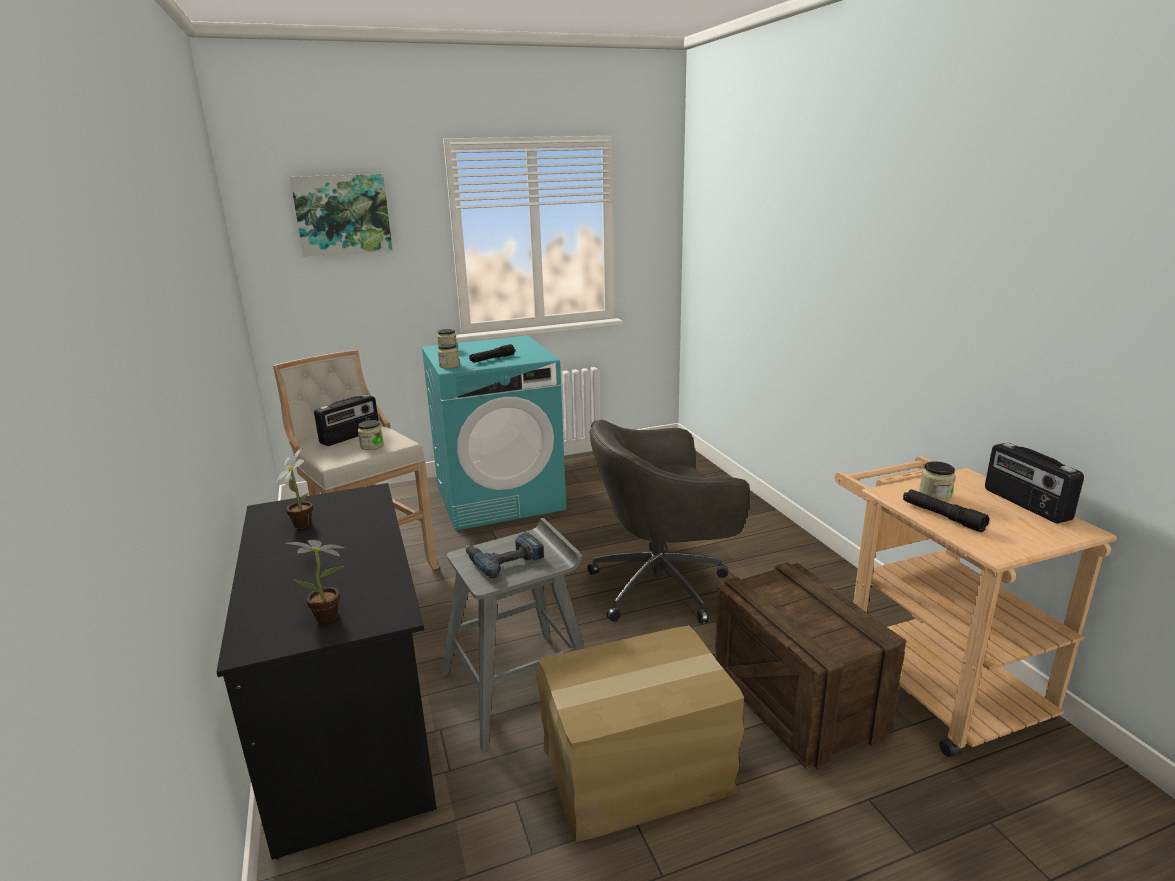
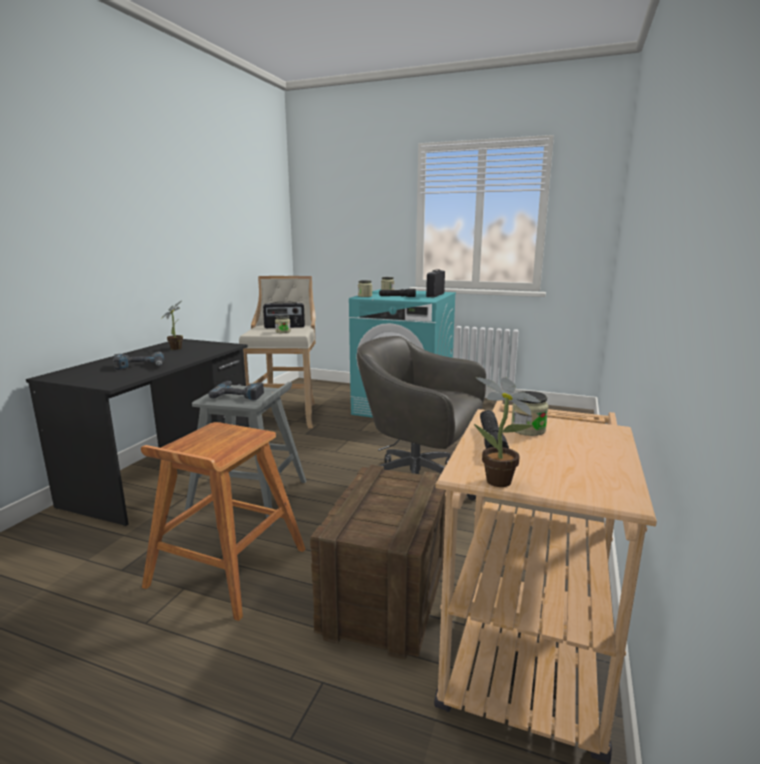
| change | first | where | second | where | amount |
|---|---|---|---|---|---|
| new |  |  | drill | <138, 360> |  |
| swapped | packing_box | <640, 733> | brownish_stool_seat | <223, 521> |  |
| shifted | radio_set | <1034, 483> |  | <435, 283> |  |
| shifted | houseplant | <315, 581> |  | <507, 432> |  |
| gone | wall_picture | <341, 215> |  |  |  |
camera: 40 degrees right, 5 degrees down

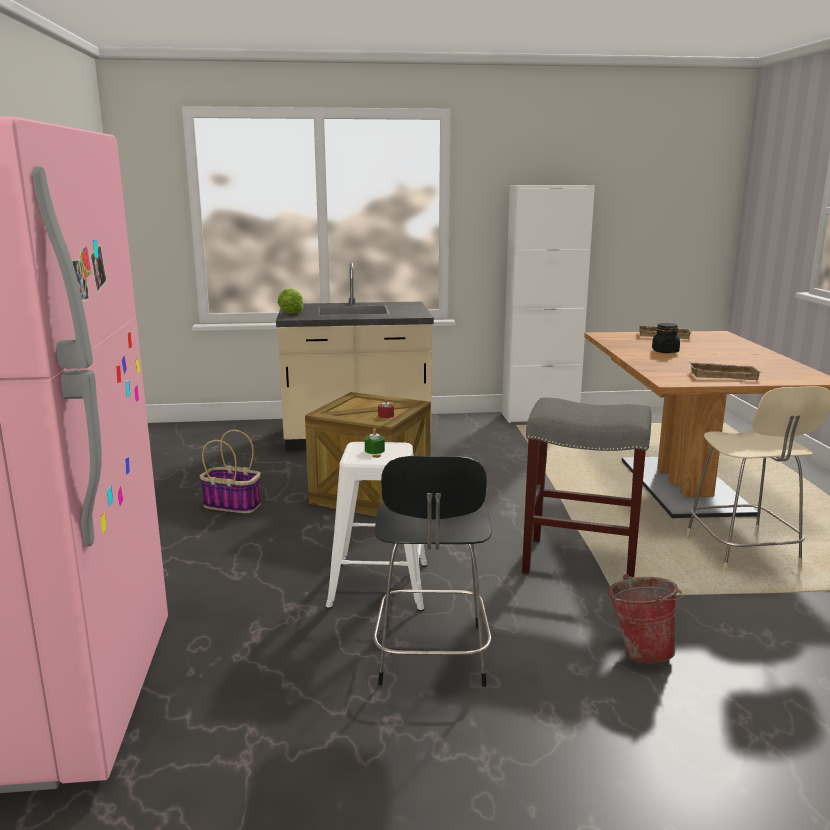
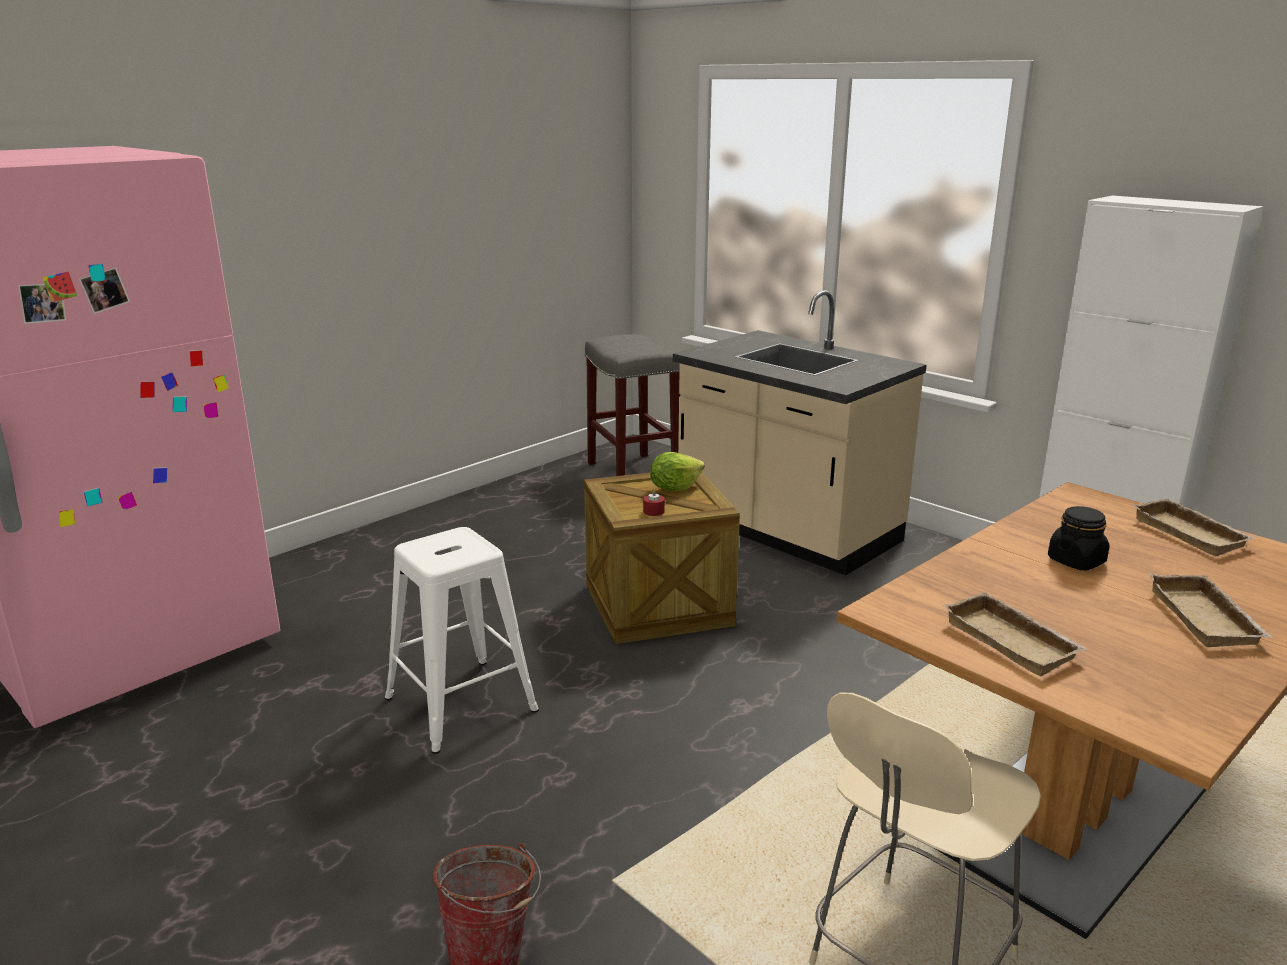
| change | first | where | second | where | amount |
|---|---|---|---|---|---|
| shifted | greyish_stool_seat | <586, 487> |  | <632, 405> |  |
| shifted | head_of_lettuce | <290, 301> |  | <677, 471> |  |
| new |  |  | beige-coloured_serving_tray | <1210, 610> |  |
| gone | basket | <230, 471> |  |  |  |
| gone | green-coloured_wax_light | <375, 441> |  |  |  |
| gone | black_plain_chair | <432, 571> |  |  |  |
camera: 50 degrees right, 5 degrees up

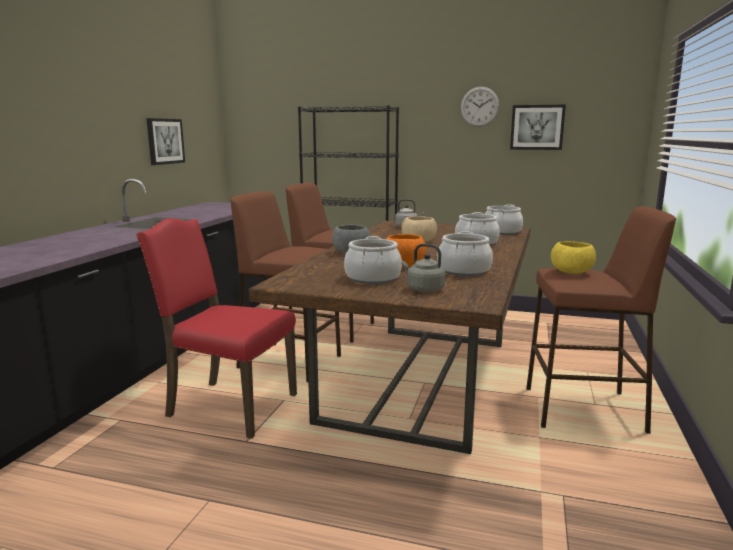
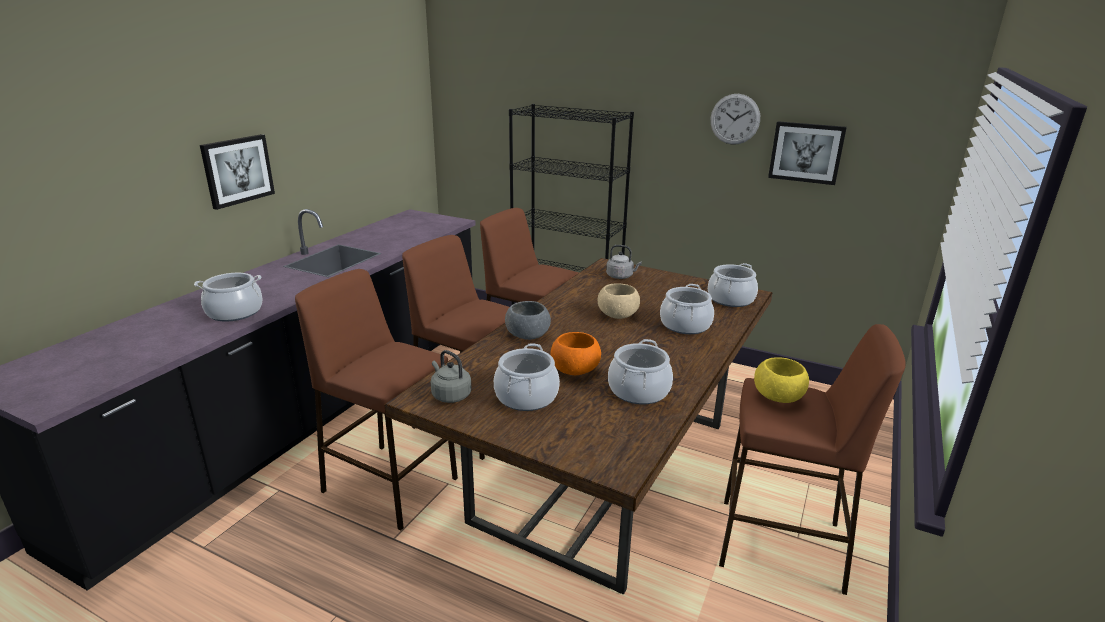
| change | first | where | second | where | amount |
|---|---|---|---|---|---|
| new |  |  | saucepot | <228, 297> |  |
| shifted | wall_picture | <165, 141> |  | <237, 172> |  |
| swapped | reddish_plain_chair | <216, 328> | brownish_stool_seat | <376, 399> |  |
| shifted | greyish_tea_kettle | <423, 268> |  | <451, 376> |  |
camera: 10 degrees right, 10 degrees up

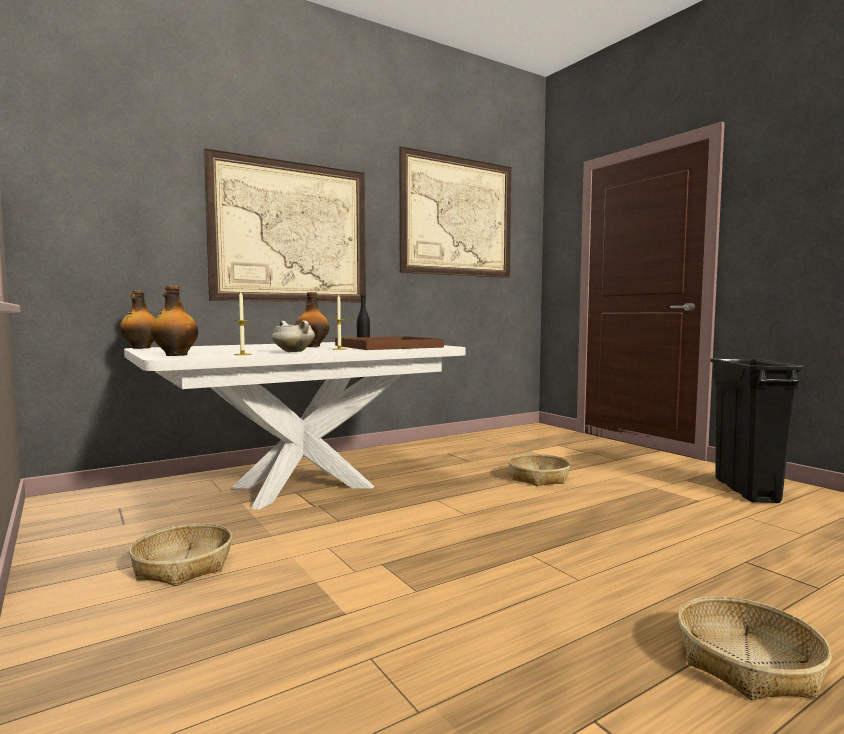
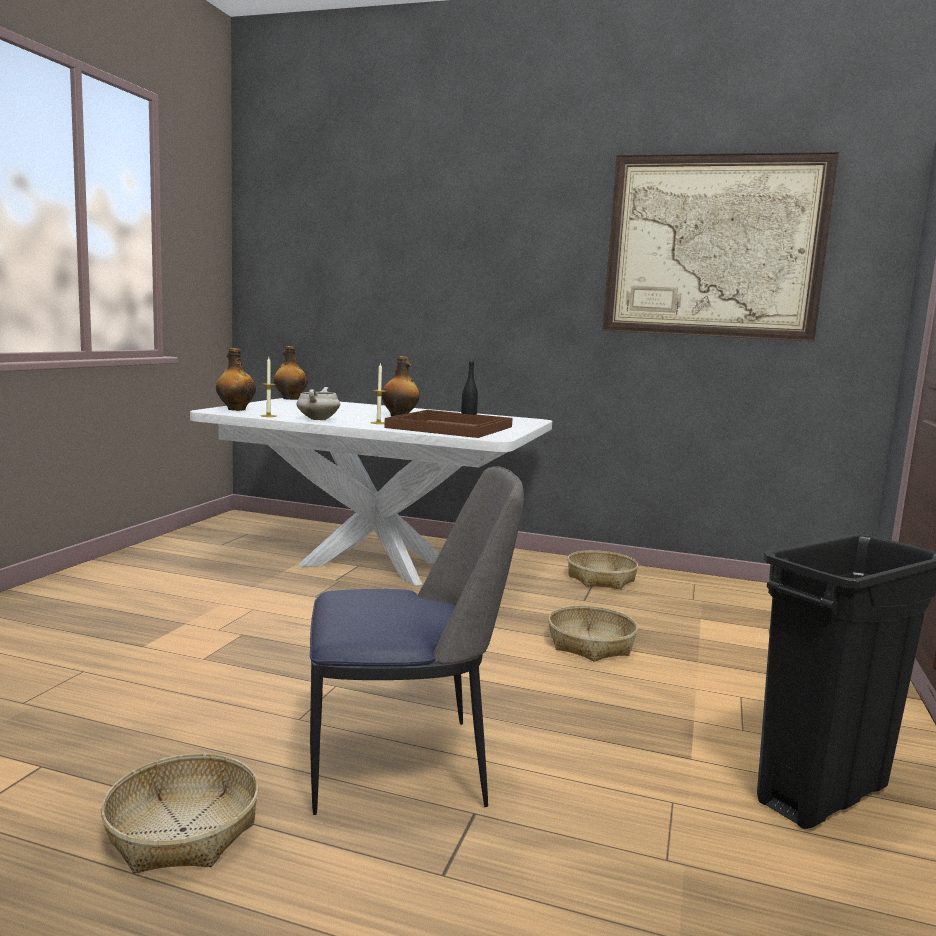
| change | first | where | second | where | amount |
|---|---|---|---|---|---|
| new |  |  | plain_chair | <417, 640> |  |
| shifted | basket | <180, 554> |  | <603, 569> |  |
| gone | wall_picture | <285, 225> |  |  |  |
camera: 50 degrees right, 5 degrees up

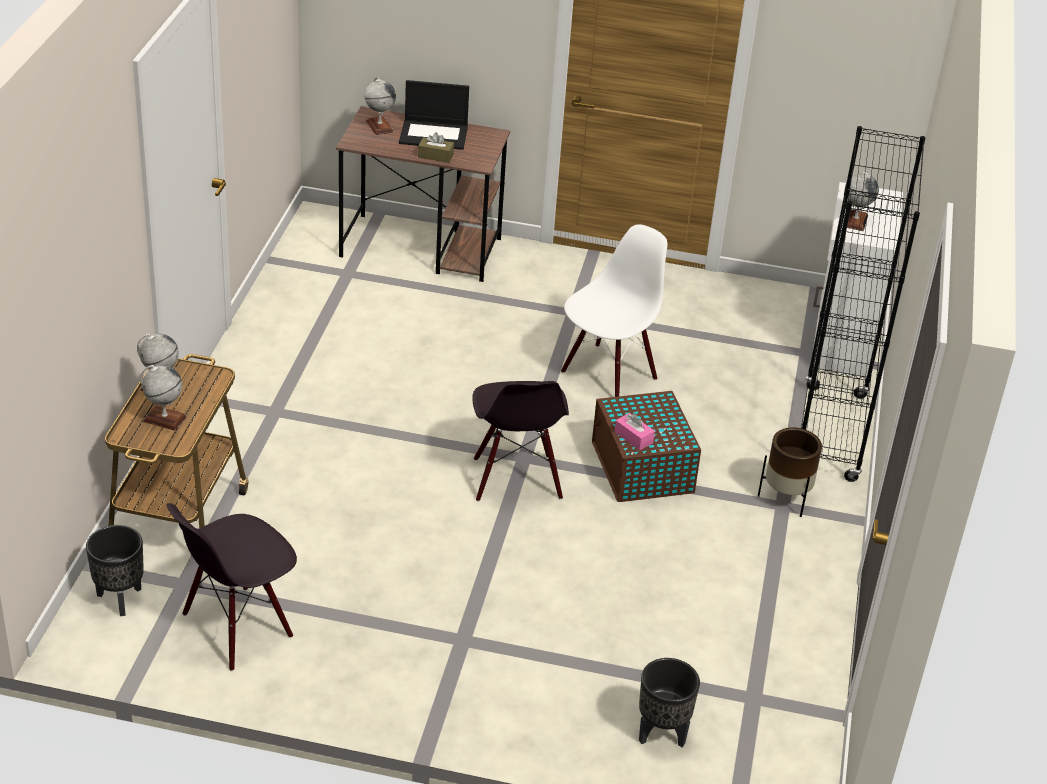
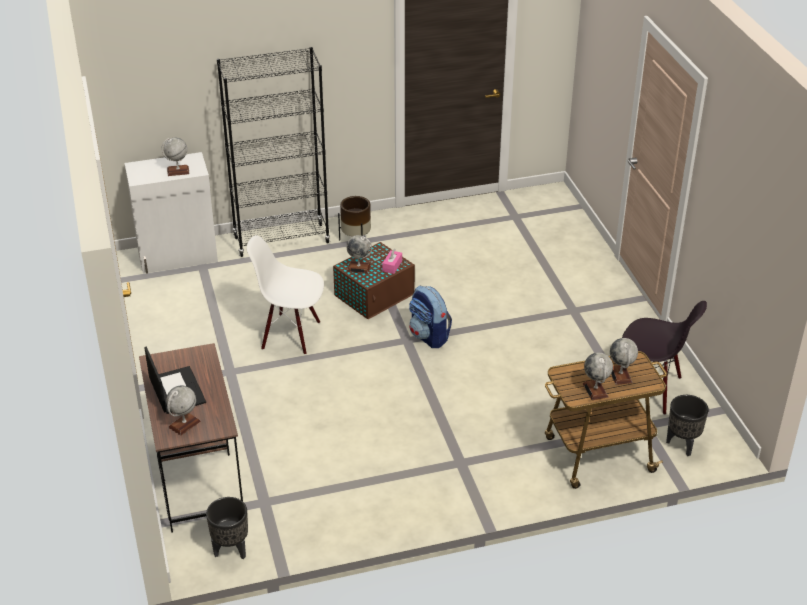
| change | first | where | second | where | amount |
|---|---|---|---|---|---|
| shifted | black_plant_pot | <669, 702> |  | <227, 528> |  |
| new |  |  | world_globe | <359, 254> |  |
| swapped | black_plain_chair | <520, 441> | rucksack | <430, 316> |  |
| gone | brownish_tissue_holder | <436, 147> |  |  |  |
camera: 115 degrees left, 0 degrees up

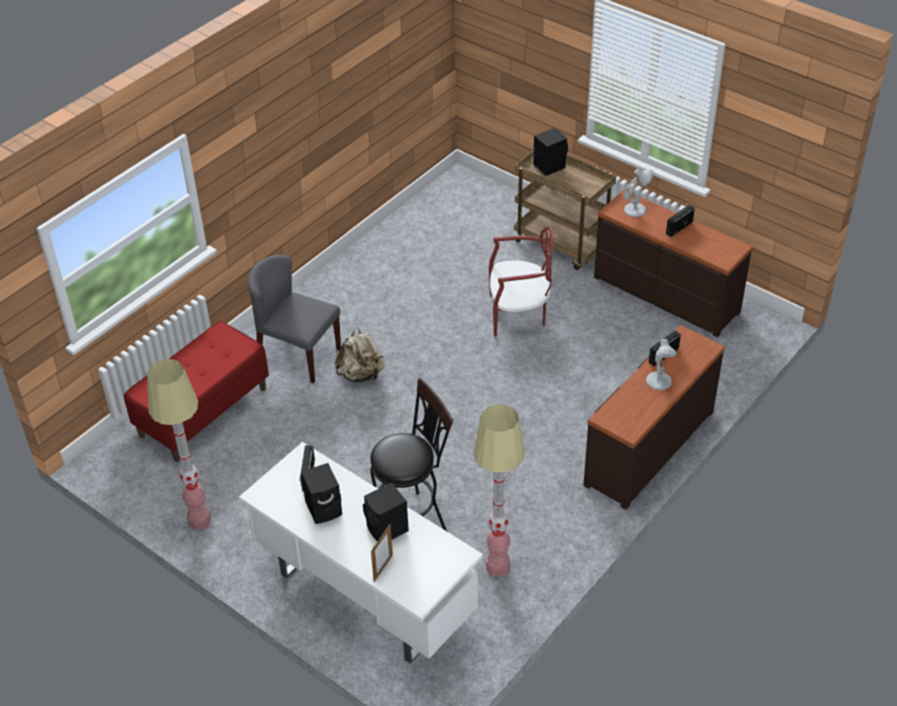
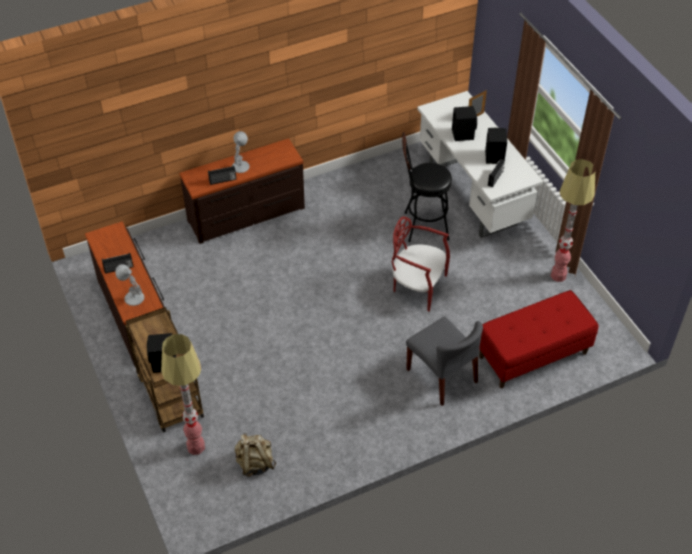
| change | first | where | second | where | amount |
|---|---|---|---|---|---|
| shifted | standing_lamp | <499, 490> |  | <183, 394> |  |
| shifted | beige-coloured_rucksack | <360, 355> |  | <255, 455> |  |
| shifted | reddish_plain_chair | <521, 281> |  | <421, 264> |  |
camera: 155 degrees left, 5 degrees up

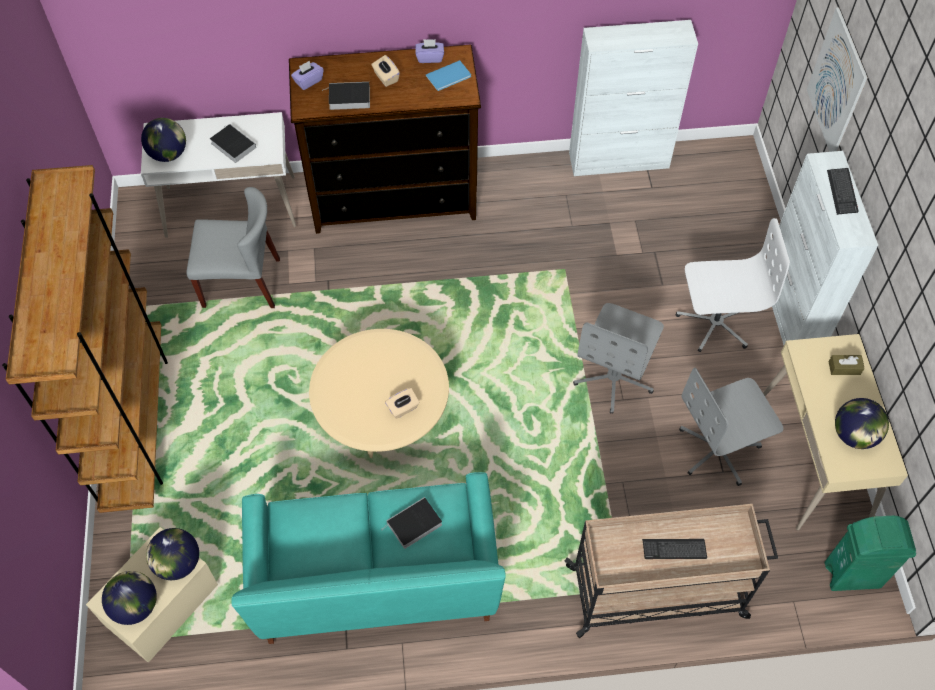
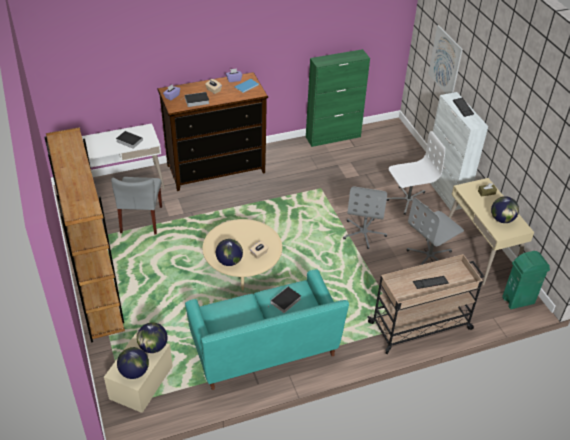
| change | first | where | second | where | amount |
|---|---|---|---|---|---|
| rotated | greyish_plain_chair | <233, 247> |  | <136, 206> | 105 degrees clockwise |
| shifted | world_globe | <163, 140> |  | <229, 252> |  |
| repainted | whitish_storage_cabinet | <633, 98> | green-coloured_storage_cabinet | <338, 98> |  |
camera: 15 degrees left, 15 degrees down

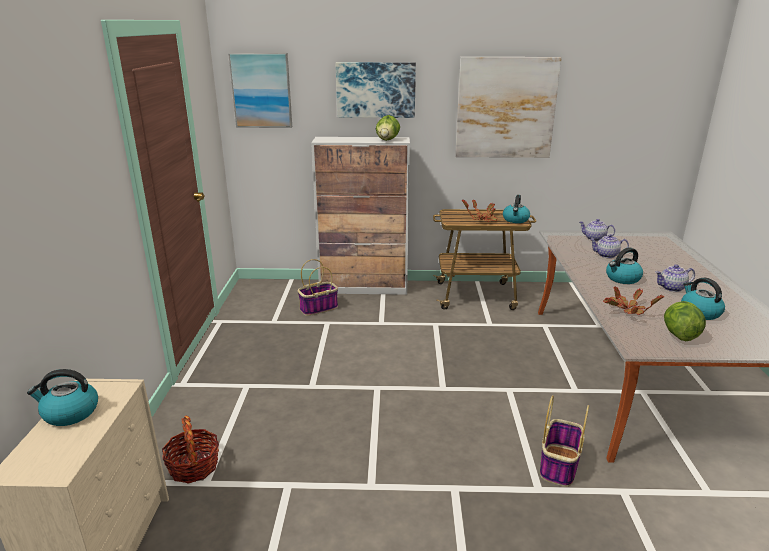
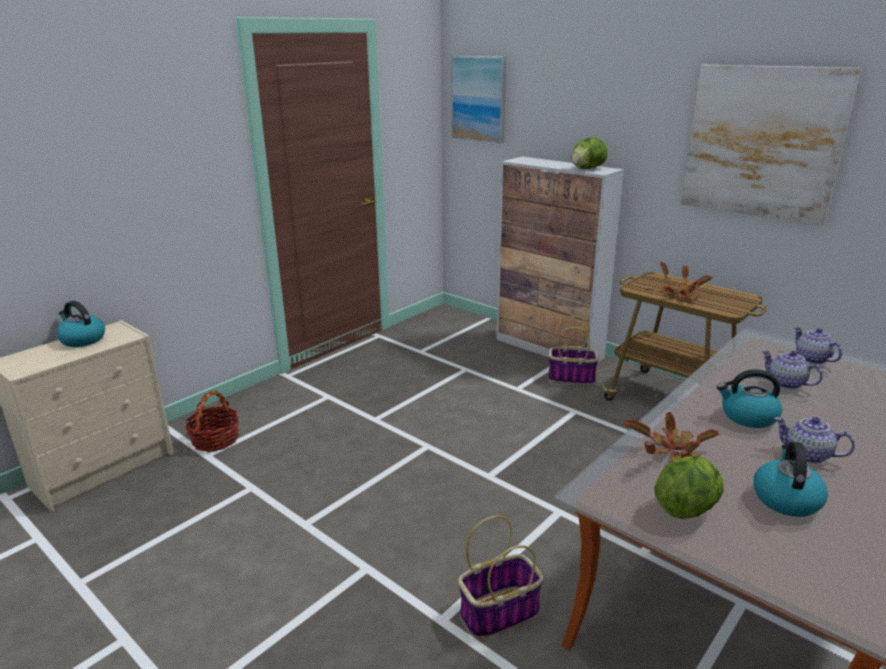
| change | first | where | second | where | amount |
|---|---|---|---|---|---|
| shifted | basket | <318, 287> |  | <573, 350> |  |
| gone | wall_picture | <376, 90> |  |  |  |
| gone | tea_kettle | <516, 209> |  |  |  |
camera: 40 degrees right, 0 degrees up

